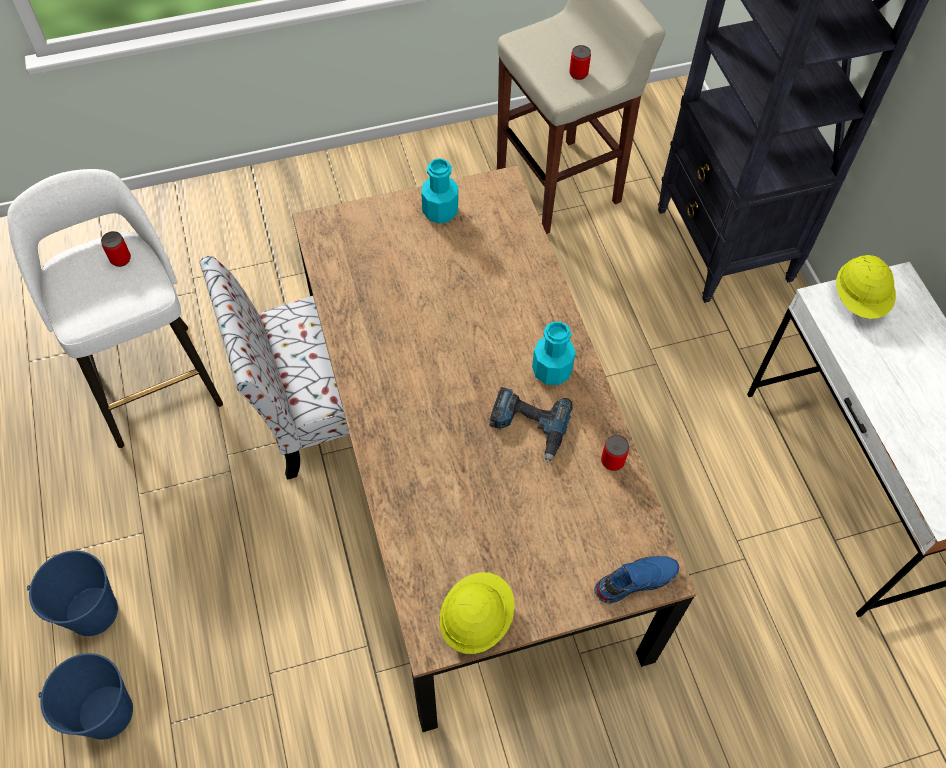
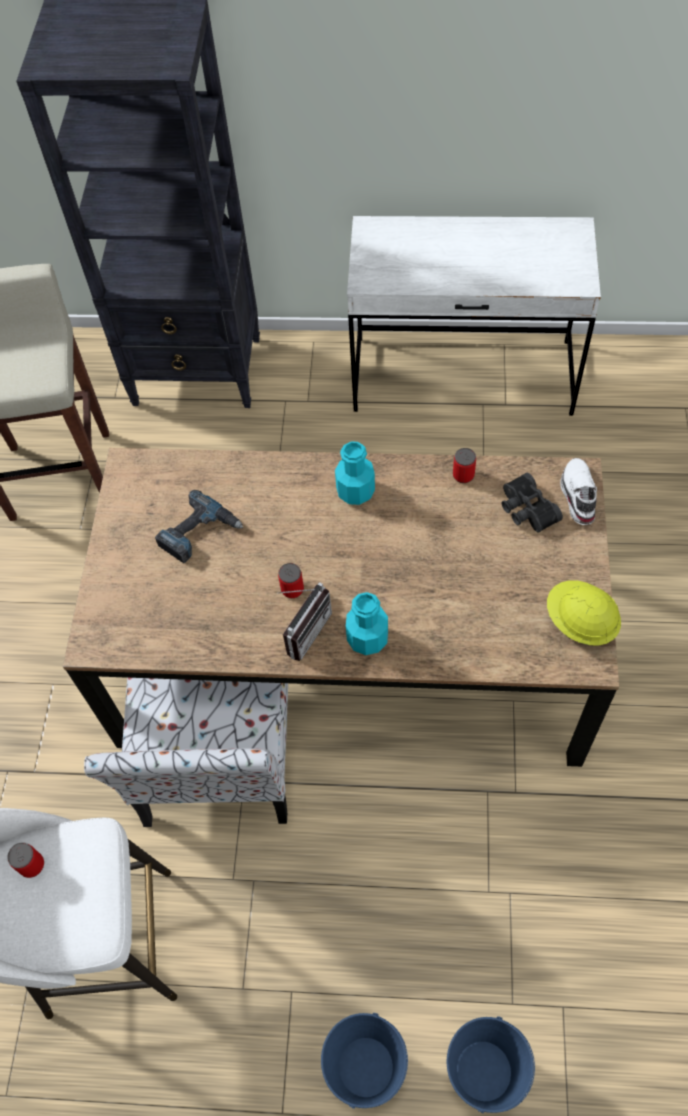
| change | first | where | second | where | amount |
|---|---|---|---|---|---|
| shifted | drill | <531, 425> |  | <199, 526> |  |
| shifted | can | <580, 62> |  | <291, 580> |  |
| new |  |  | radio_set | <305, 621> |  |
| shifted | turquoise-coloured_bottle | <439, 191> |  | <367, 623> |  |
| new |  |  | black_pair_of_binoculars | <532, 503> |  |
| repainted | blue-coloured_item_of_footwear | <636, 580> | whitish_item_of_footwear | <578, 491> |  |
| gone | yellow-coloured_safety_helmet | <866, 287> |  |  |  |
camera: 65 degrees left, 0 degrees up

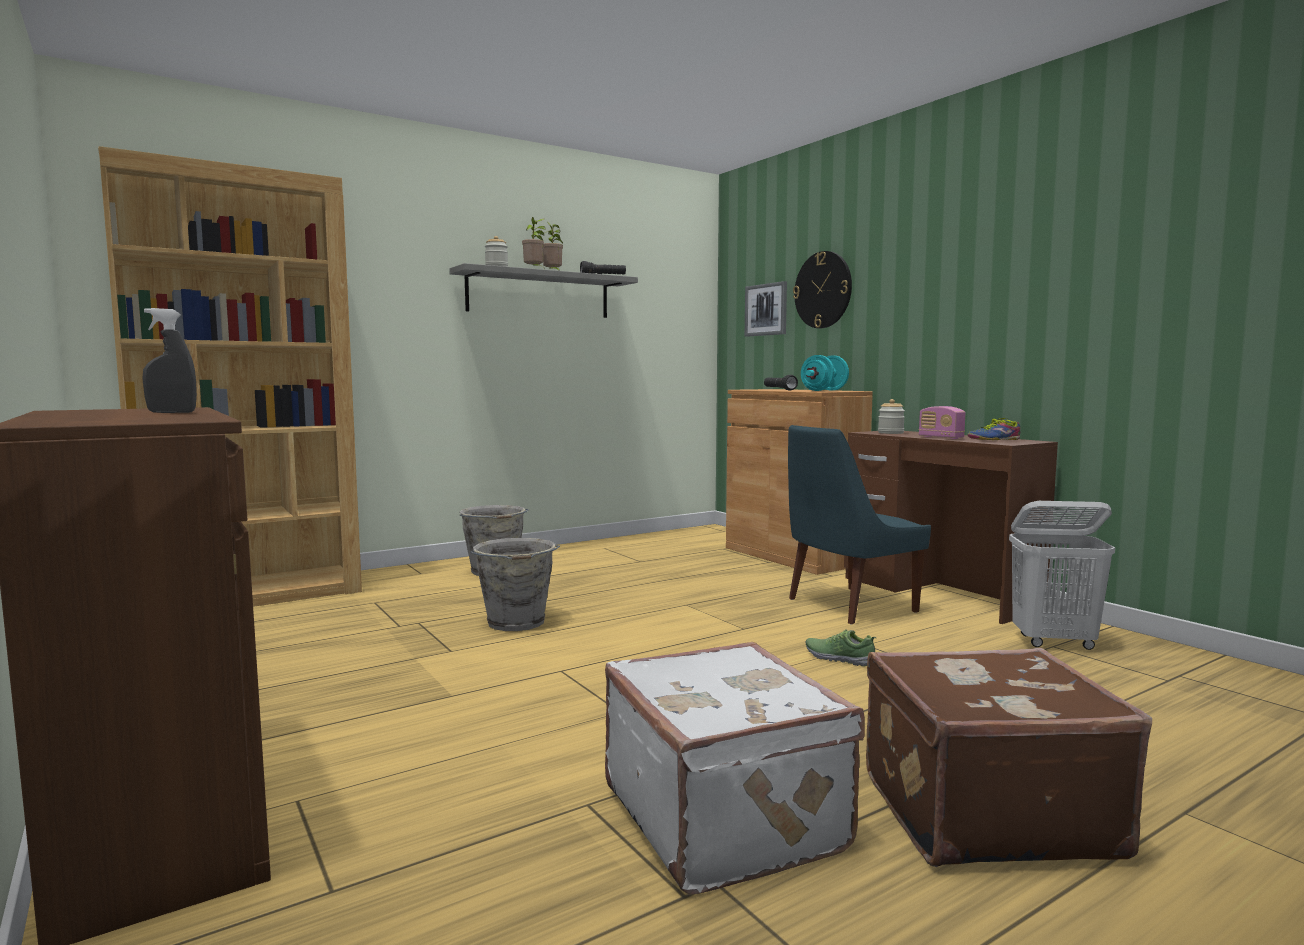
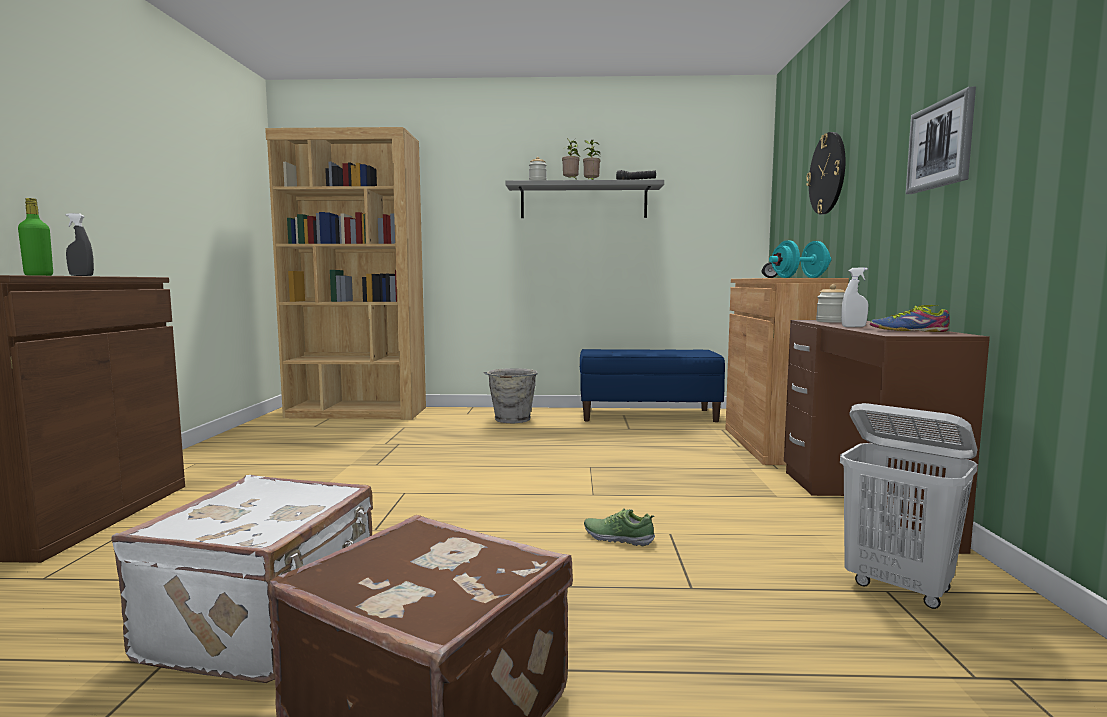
| change | first | where | second | where | amount |
|---|---|---|---|---|---|
| new |  |  | green-coloured_bottle | <35, 237> |  |
| new |  |  | blue-coloured_bench | <652, 385> |  |
| rotated | item_of_footwear | <840, 648> |  | <619, 527> | 45 degrees counterclockwise |
| swapped | radio_set | <942, 422> | whitish_hand_sprayer | <854, 297> |  |
| shifted | wall_picture | <766, 309> |  | <941, 140> |  |
| gone | greyish_bucket | <515, 584> |  |  |  |
| gone | blue-coloured_plain_chair | <859, 524> |  |  |  |
camera: 35 degrees right, 0 degrees up

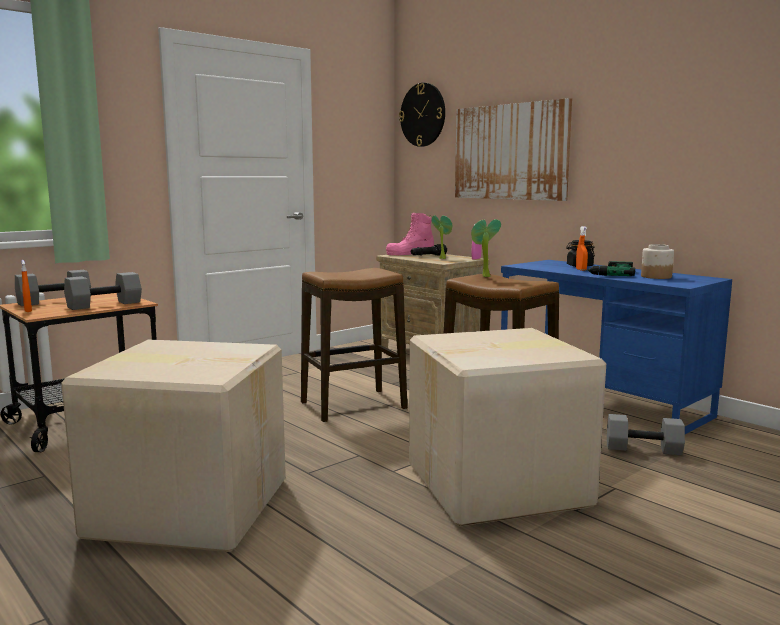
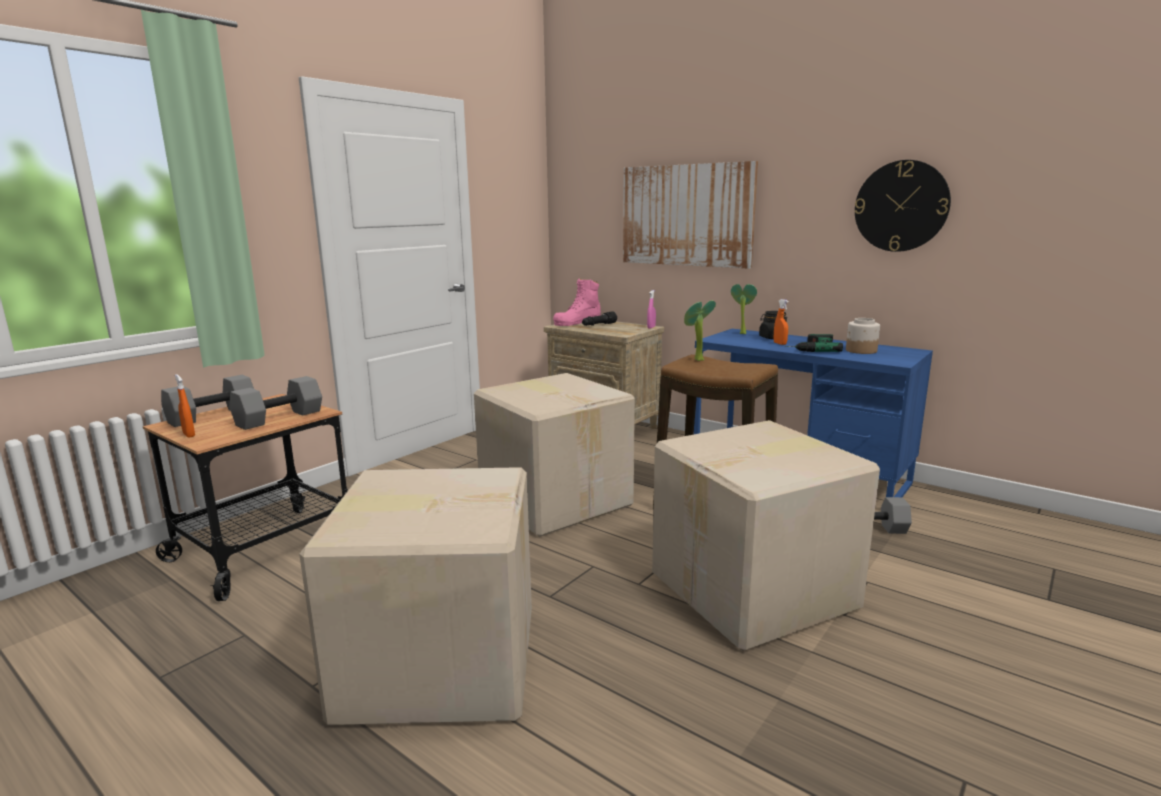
| change | first | where | second | where | amount |
|---|---|---|---|---|---|
| swapped | stool_seat | <354, 345> | packing_box | <554, 455> |  |
| shifted | houseplant | <441, 237> |  | <744, 309> |  |
| shifted | hanging_clock | <422, 115> |  | <902, 206> |  |
camera: 10 degrees left, 5 degrees up

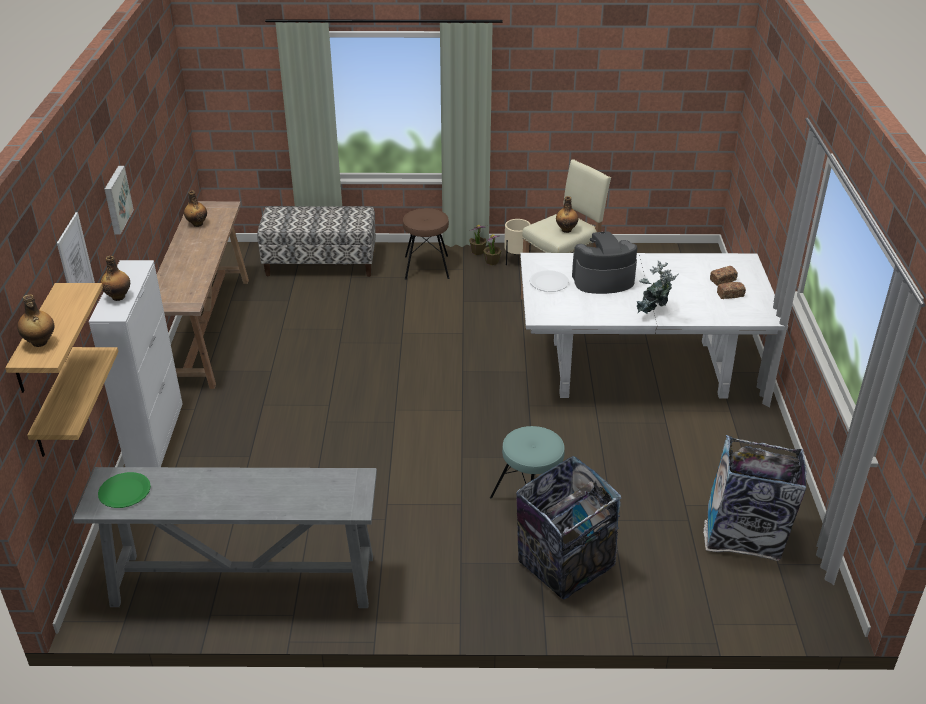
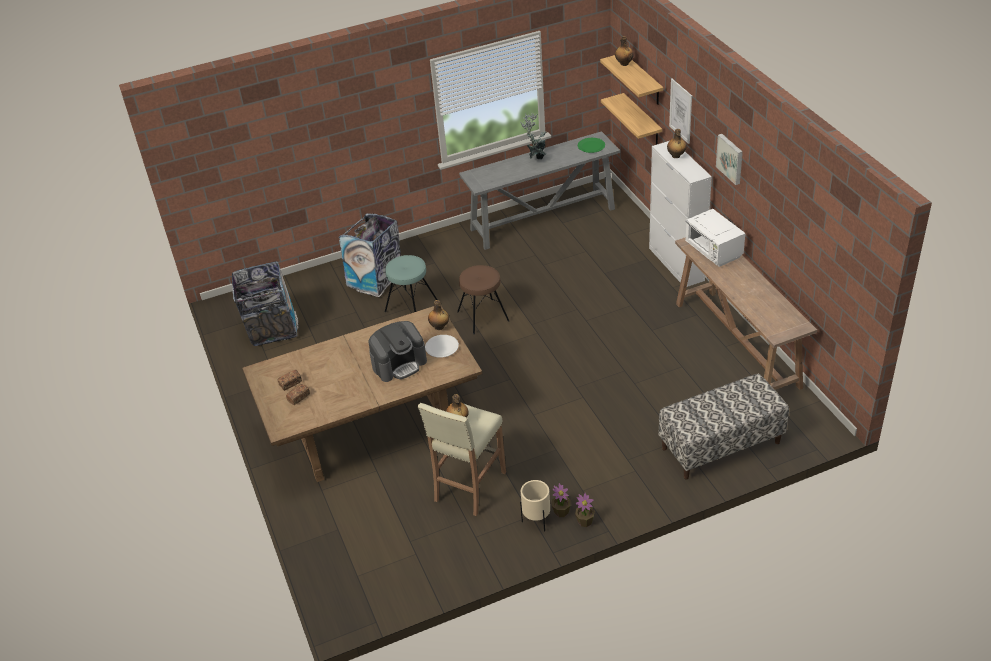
| change | first | where | second | where | amount |
|---|---|---|---|---|---|
| repainted | whitish_dinner_table | <654, 326> | brownish_dinner_table | <362, 394> |  |
| shifted | bottle | <195, 209> |  | <438, 315> |  |
| shifted | brownish_stool_seat | <426, 244> |  | <483, 299> |  |
| shifted | houseplant | <657, 287> |  | <533, 137> |  |
| new |  |  | whitish_kitchen_microwave | <715, 238> |  |
camera: 160 degrees right, 5 degrees up

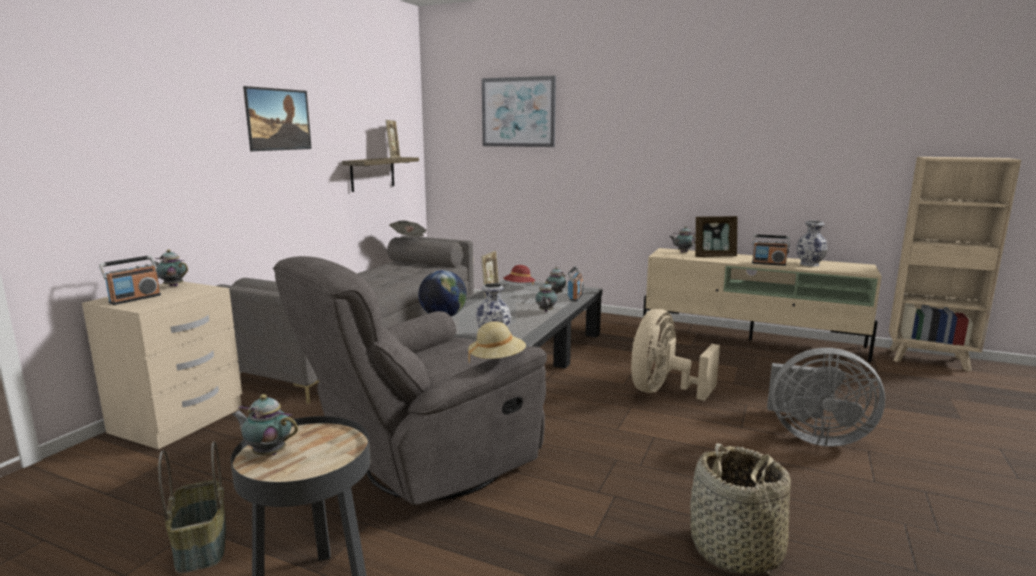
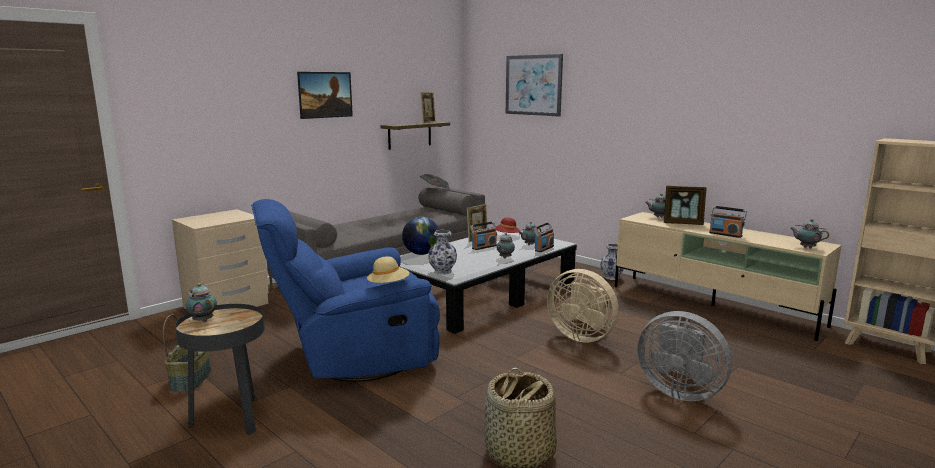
| change | first | where | second | where | amount |
|---|---|---|---|---|---|
| repainted | greyish_armchair | <409, 380> | blue-coloured_armchair | <345, 290> |  |
| shifted | radio_set | <130, 280> |  | <483, 235> |  |
| rotated | beige-coloured_cooling_fan | <675, 355> |  | <583, 305> | 105 degrees counterclockwise |
| shifted | decorative_vase | <812, 244> |  | <612, 262> |  |
| shifted | teapot | <171, 268> |  | <809, 233> |  |
camera: 20 degrees right, 0 degrees up

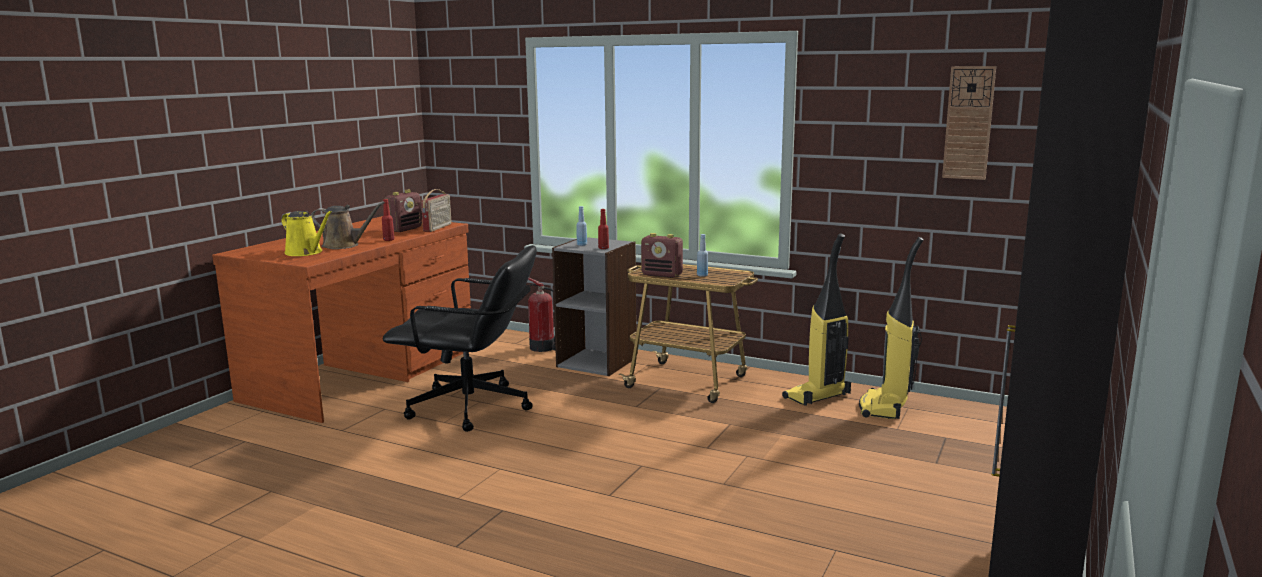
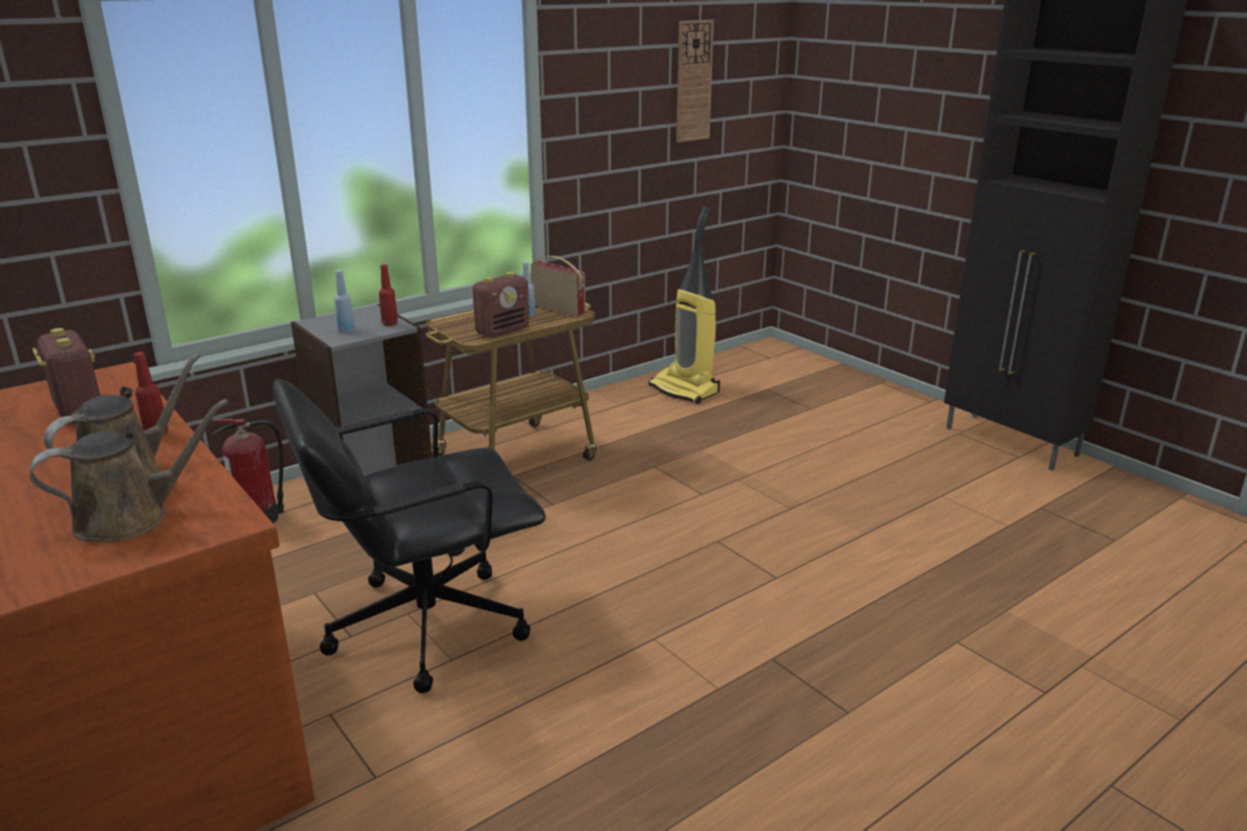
| change | first | where | second | where | amount |
|---|---|---|---|---|---|
| repainted | yellow-coloured_watering_pot | <306, 233> | brownish_watering_pot | <129, 470> |  |
| rotated | black_computer_chair | <460, 338> |  | <409, 536> | 150 degrees counterclockwise |
| shifted | radio_set | <436, 210> |  | <558, 286> |  |
| gone | vacuum | <816, 320> |  |  |  |
camera: 65 degrees left, 10 degrees up

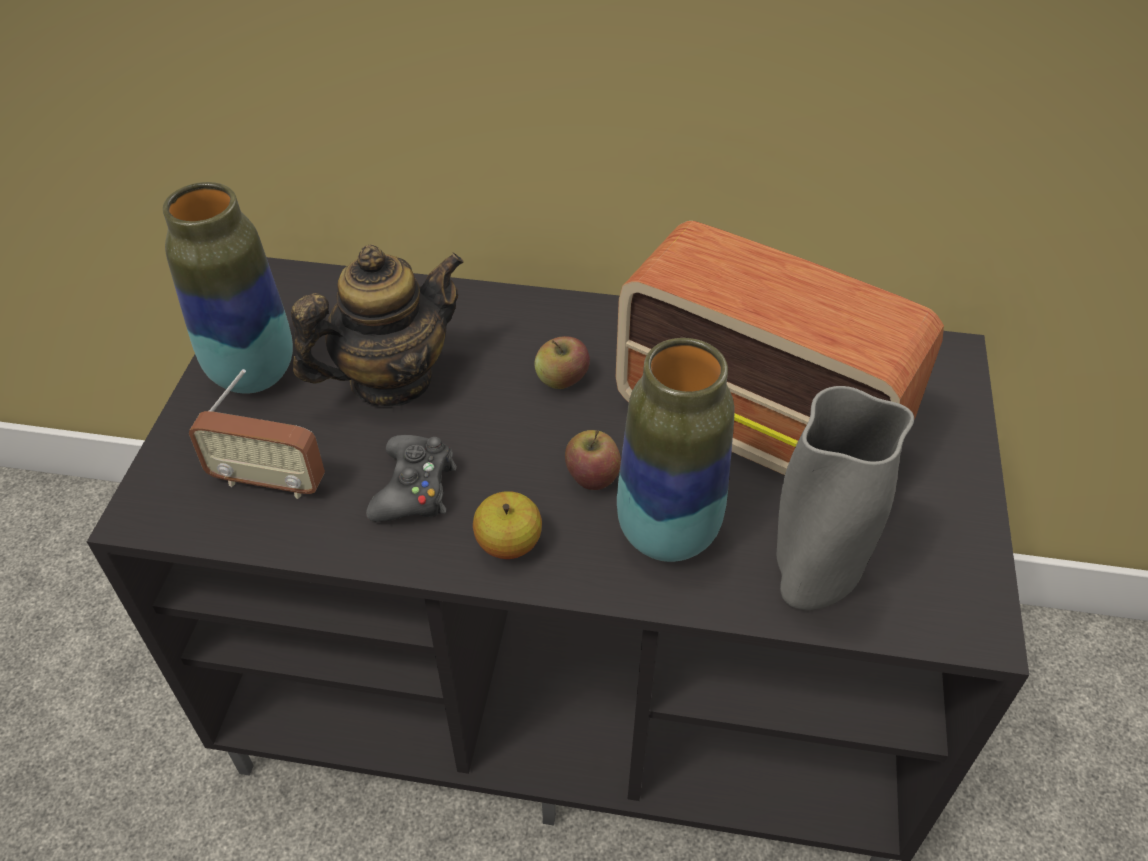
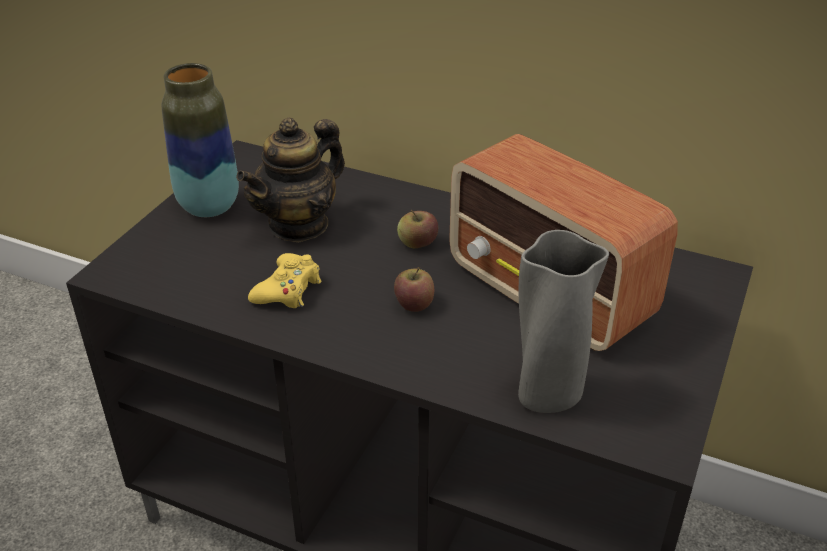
| change | first | where | second | where | amount |
|---|---|---|---|---|---|
| rotated | teapot | <377, 325> |  | <290, 180> | 150 degrees clockwise |
| repainted | black_gamepad | <411, 478> | yellow-coloured_gamepad | <284, 280> |  |
| gone | radio_set | <257, 434> |  |  |  |
| gone | whole_apple | <507, 525> |  |  |  |
| gone | decorative_vase | <675, 450> |  |  |  |
camera: 15 degrees right, 10 degrees down

